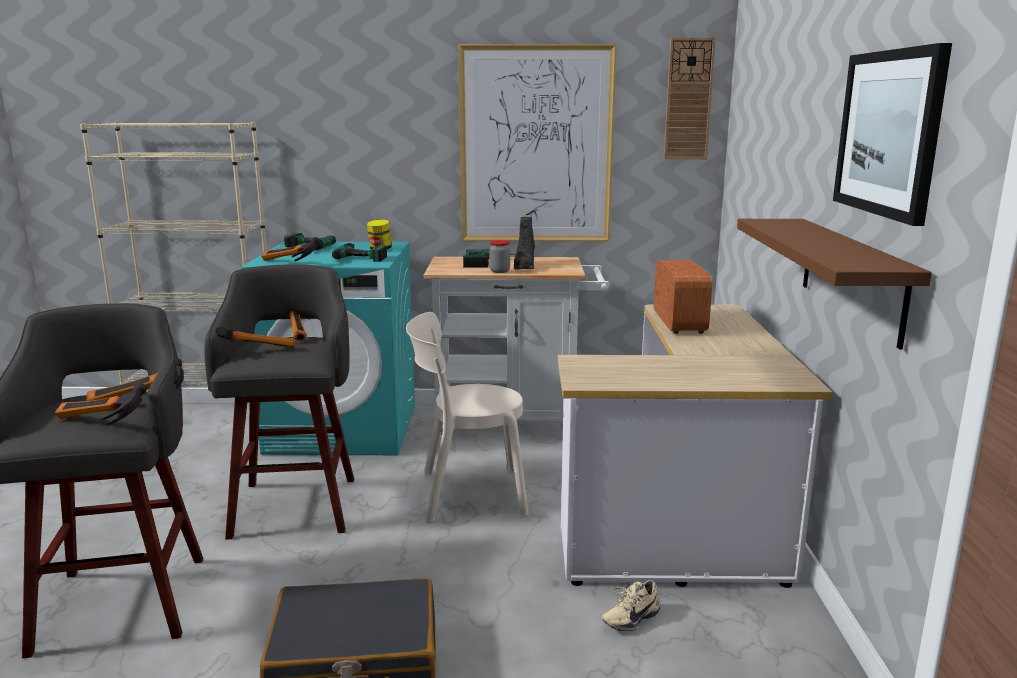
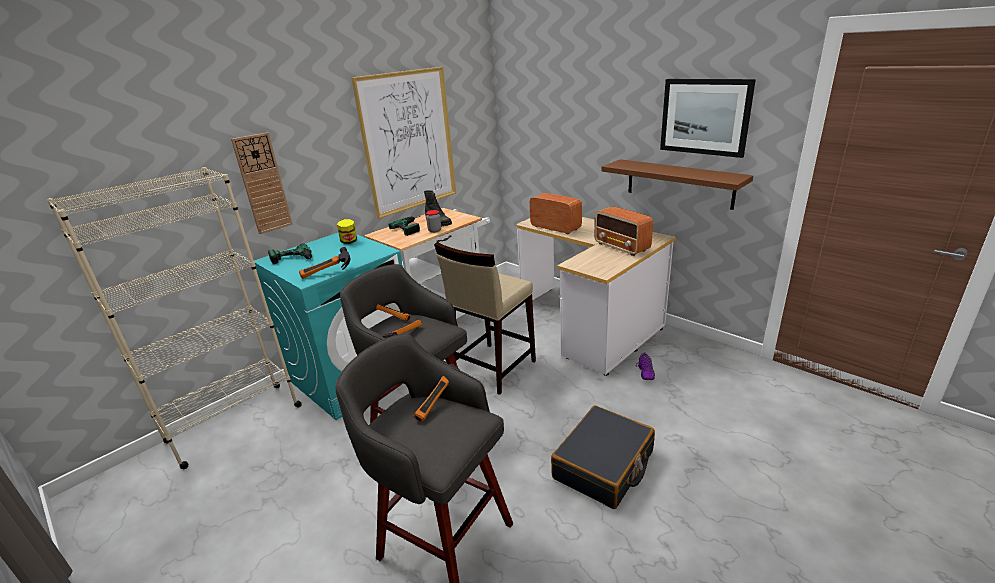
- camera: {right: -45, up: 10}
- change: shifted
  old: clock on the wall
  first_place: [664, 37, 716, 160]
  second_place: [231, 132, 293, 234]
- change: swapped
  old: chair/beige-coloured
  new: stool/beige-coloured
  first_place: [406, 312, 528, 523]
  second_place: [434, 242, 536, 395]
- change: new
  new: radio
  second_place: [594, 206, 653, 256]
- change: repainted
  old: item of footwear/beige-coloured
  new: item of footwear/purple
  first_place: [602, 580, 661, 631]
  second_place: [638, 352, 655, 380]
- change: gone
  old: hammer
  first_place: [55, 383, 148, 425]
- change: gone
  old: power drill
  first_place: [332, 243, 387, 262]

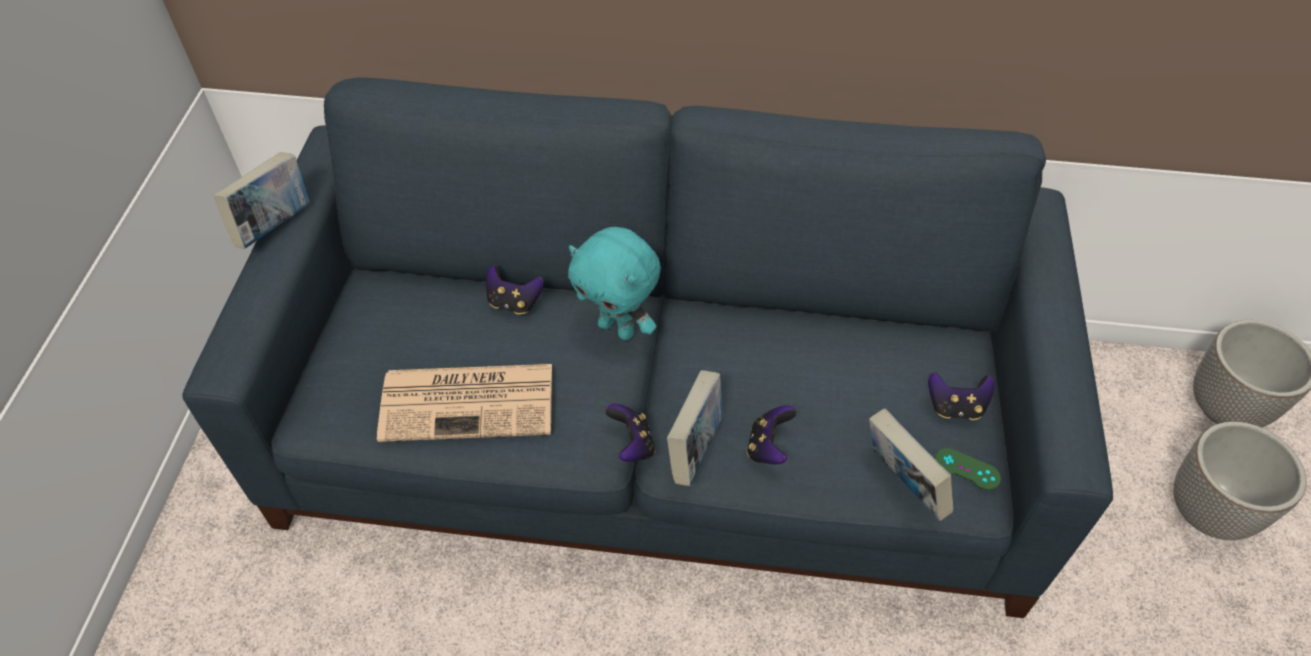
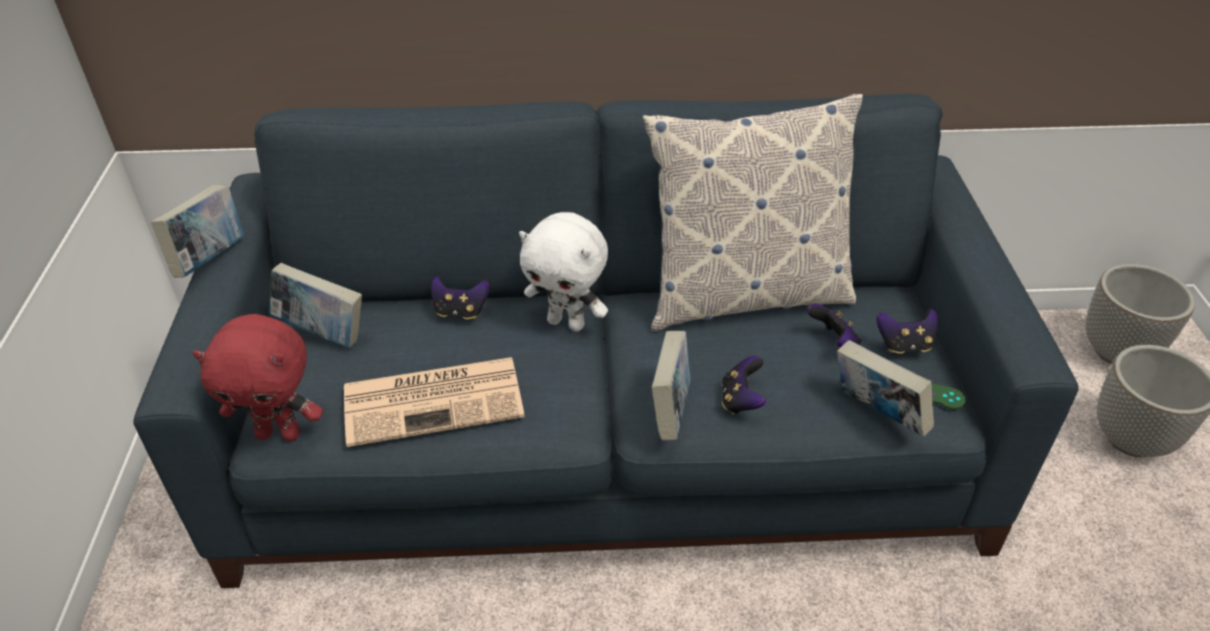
- camera: {right: -10, up: -10}
- change: new
  new: plush toy/red-coloured
  second_place: [193, 314, 323, 441]
- change: new
  new: book
  second_place: [270, 263, 362, 348]
- change: repainted
  old: plush toy/turquoise-coloured
  new: plush toy/whitish
  first_place: [568, 227, 661, 340]
  second_place: [519, 212, 608, 332]
- change: new
  new: pillow
  second_place: [643, 94, 863, 331]
- change: shifted
  old: game controller
  first_place: [605, 404, 656, 462]
  second_place: [807, 304, 861, 347]

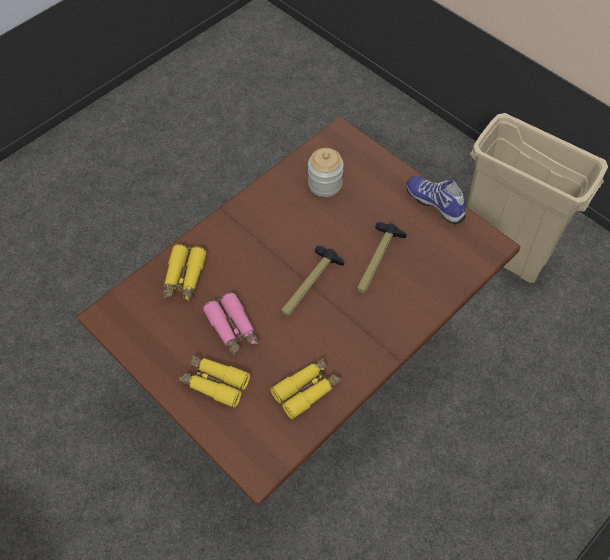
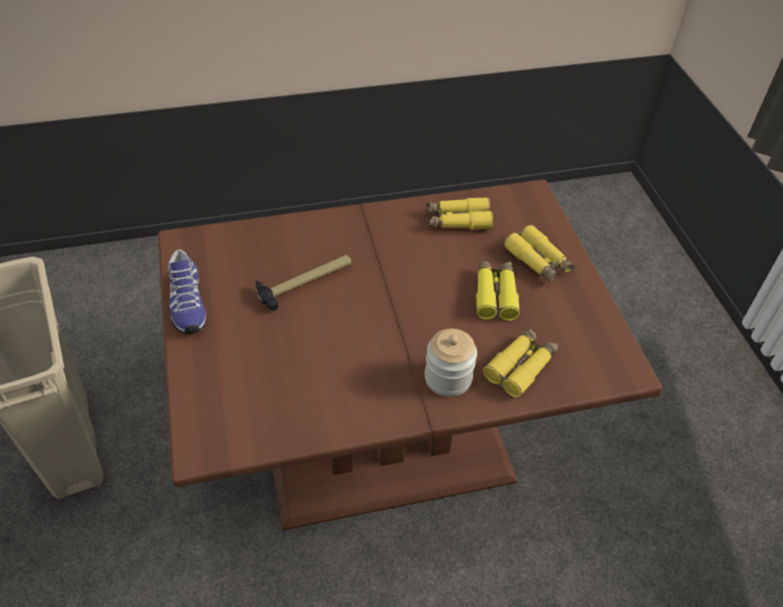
- camera: {right: -150, up: -10}
- change: shifted
  old: preserve jar
  first_place: [308, 148, 344, 197]
  second_place: [425, 329, 477, 397]
- change: repainted
  old: pair of binoculars/pink
  new: pair of binoculars/yellow
  first_place: [203, 292, 259, 356]
  second_place: [476, 260, 520, 321]
- change: gone
  old: hammer
  first_place: [280, 246, 344, 317]

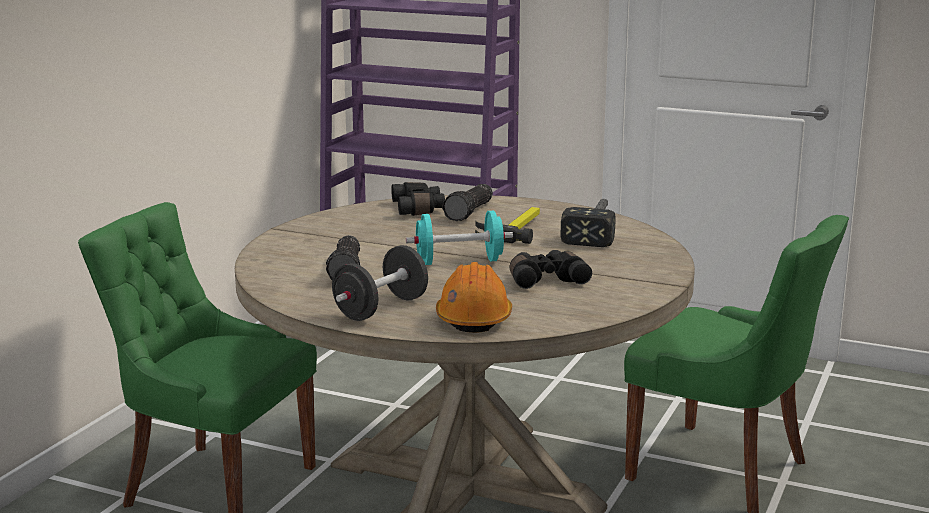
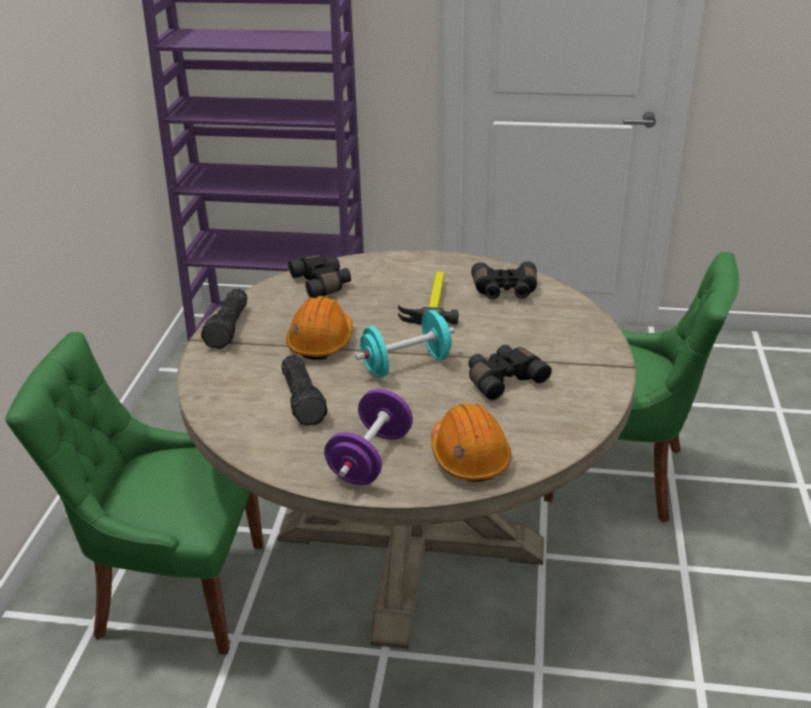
- camera: {right: -15, up: 15}
- change: shifted
  old: flashlight
  first_place: [442, 184, 493, 221]
  second_place: [201, 289, 247, 349]
- change: new
  new: safety helmet/orangey
  second_place: [286, 296, 353, 360]
- change: repainted
  old: free weight/black-coloured
  new: free weight/purple
  first_place: [332, 245, 428, 321]
  second_place: [324, 389, 413, 485]
- change: swapped
  old: hammer
  new: pair of binoculars/black-coloured
  first_place: [560, 199, 616, 247]
  second_place: [471, 262, 537, 299]

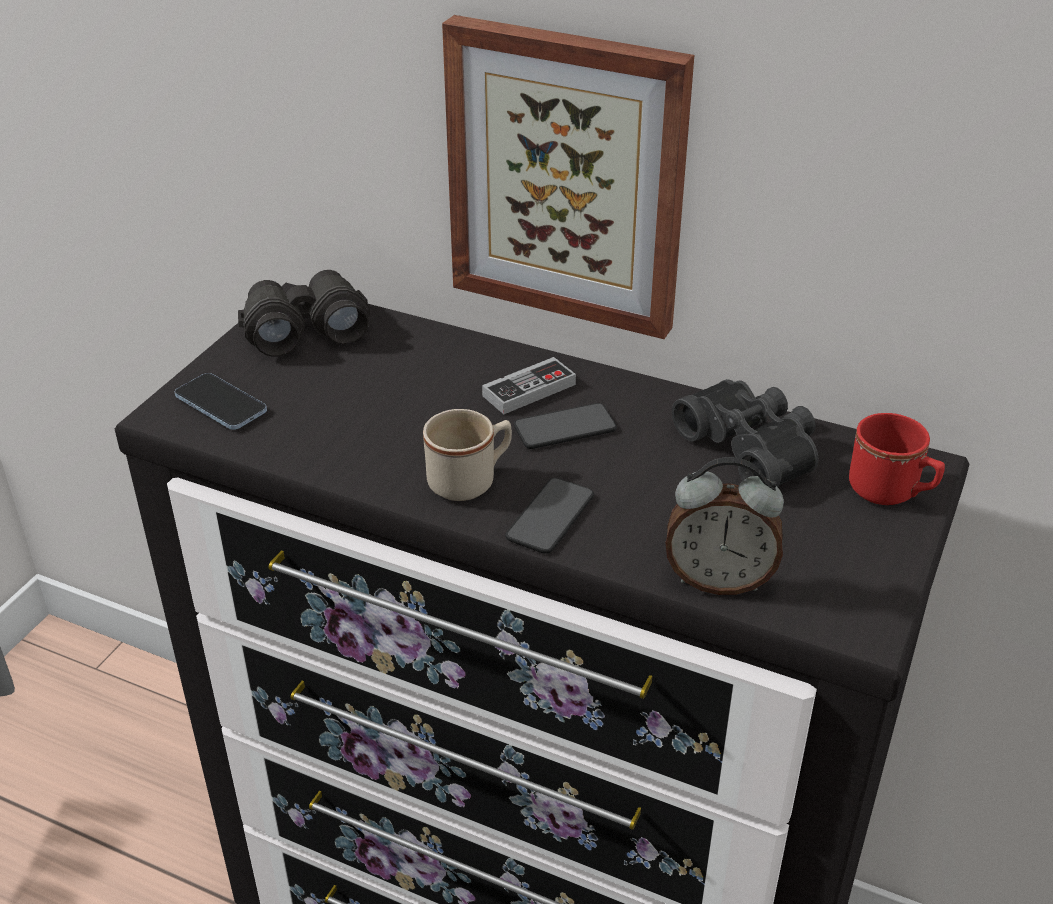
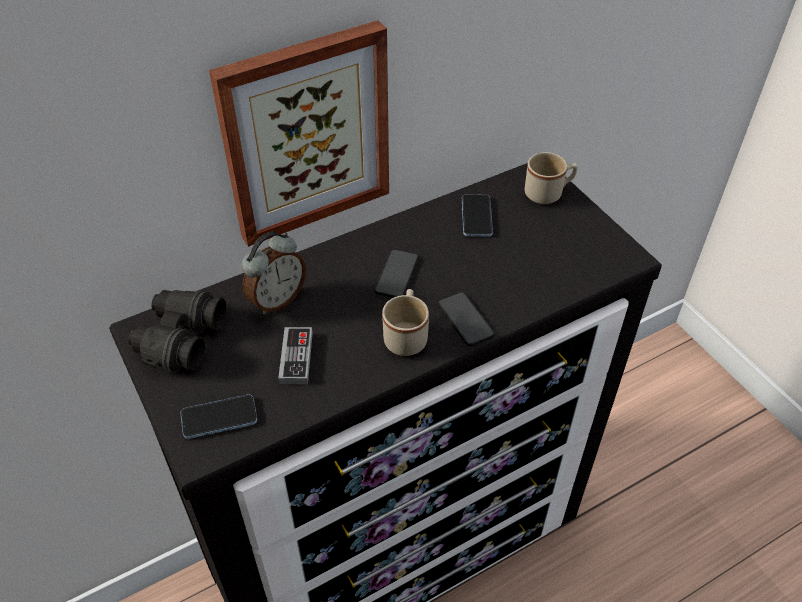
- camera: {right: -55, up: 10}
- change: shifted
  old: bedside clock
  first_place: [666, 457, 784, 595]
  second_place: [242, 232, 306, 314]
- change: shifted
  old: game controller
  first_place: [482, 357, 576, 414]
  second_place: [278, 327, 313, 384]
- change: swapped
  old: pair of binoculars/black-coloured
  new: handset
  first_place: [672, 379, 818, 487]
  second_place: [462, 194, 493, 237]
- change: repainted
  old: tea mug/red-coloured
  new: tea mug/beige-coloured
  first_place: [849, 413, 945, 505]
  second_place: [525, 152, 578, 204]

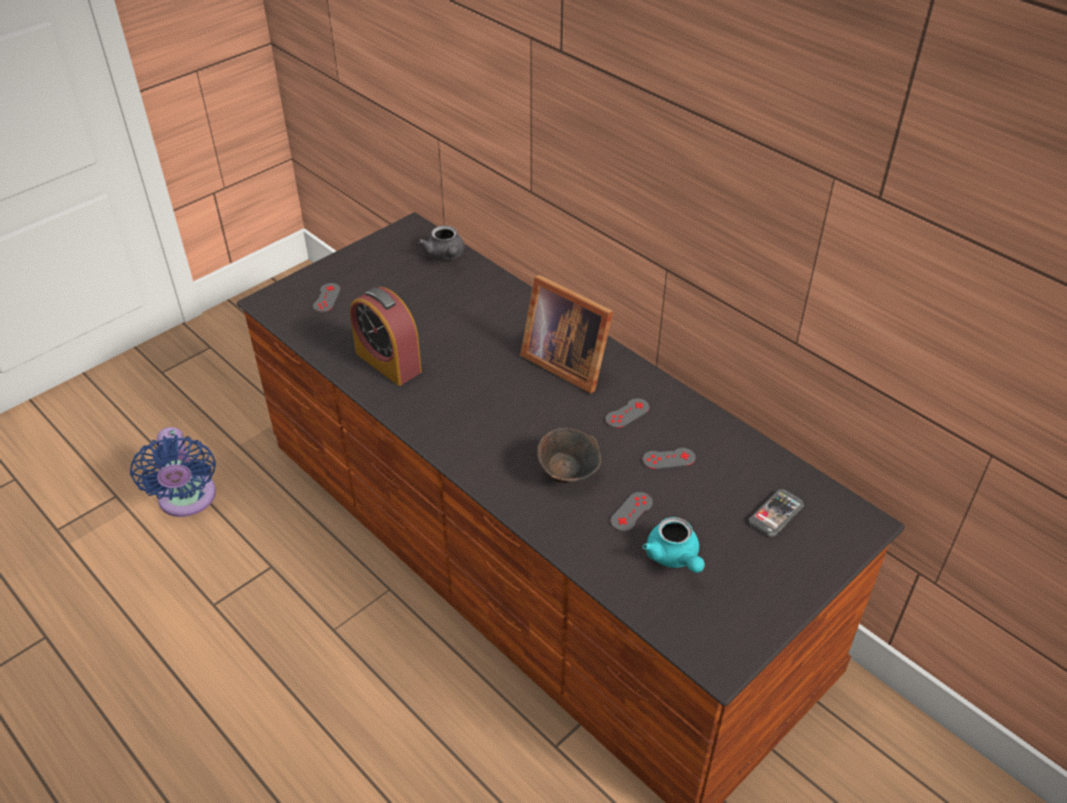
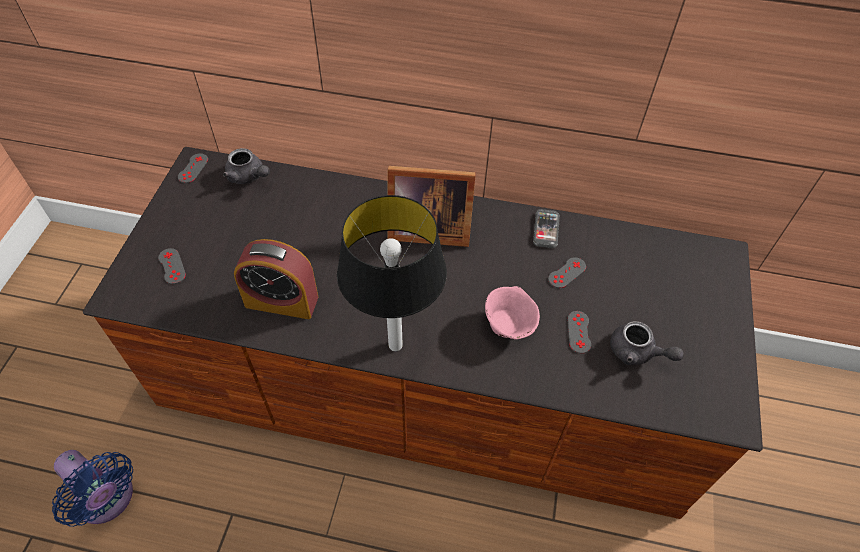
- camera: {right: -35, up: 10}
- change: shifted
  old: game controller/greyish
  first_place: [605, 398, 650, 428]
  second_place: [178, 153, 208, 183]
- change: new
  new: tabletop lamp
  second_place: [337, 195, 447, 352]
- change: repainted
  old: deep dish/brown-coloured
  new: deep dish/pink
  first_place: [537, 428, 601, 483]
  second_place: [485, 286, 540, 340]
- change: shifted
  old: handset
  first_place: [749, 489, 804, 537]
  second_place: [533, 209, 560, 248]
- change: repainted
  old: pot for tea/turquoise-coloured
  new: pot for tea/greyish
  first_place: [643, 517, 705, 573]
  second_place: [610, 321, 684, 365]

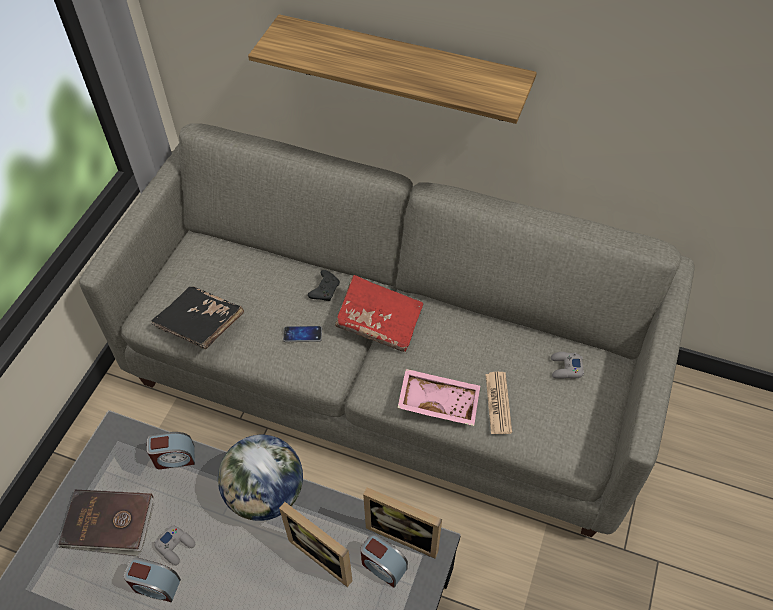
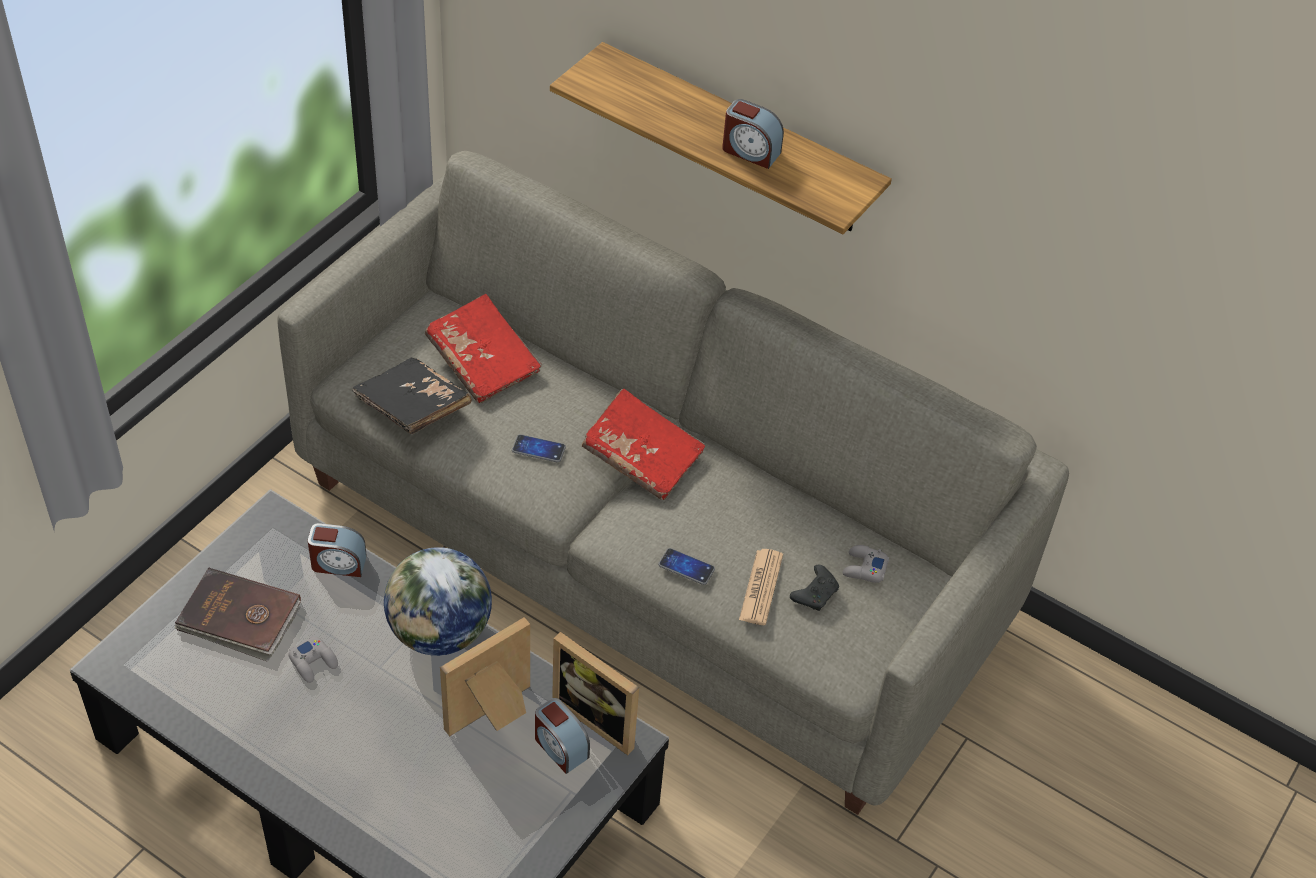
- camera: {right: 10, up: -5}
- change: new
  new: book/red-coloured
  second_place: [425, 294, 542, 404]
- change: rotated
  old: photo frame
  first_place: [279, 502, 353, 587]
  second_place: [440, 617, 530, 736]
  degrees: 90
- change: swapped
  old: serving tray/pink
  new: handset
  first_place: [397, 369, 480, 426]
  second_place: [658, 548, 715, 585]
- change: shifted
  old: bedside clock
  first_place: [124, 557, 181, 602]
  second_place: [722, 99, 784, 169]
- change: shifted
  old: game controller/black-coloured
  first_place: [308, 270, 340, 301]
  second_place: [790, 565, 839, 611]

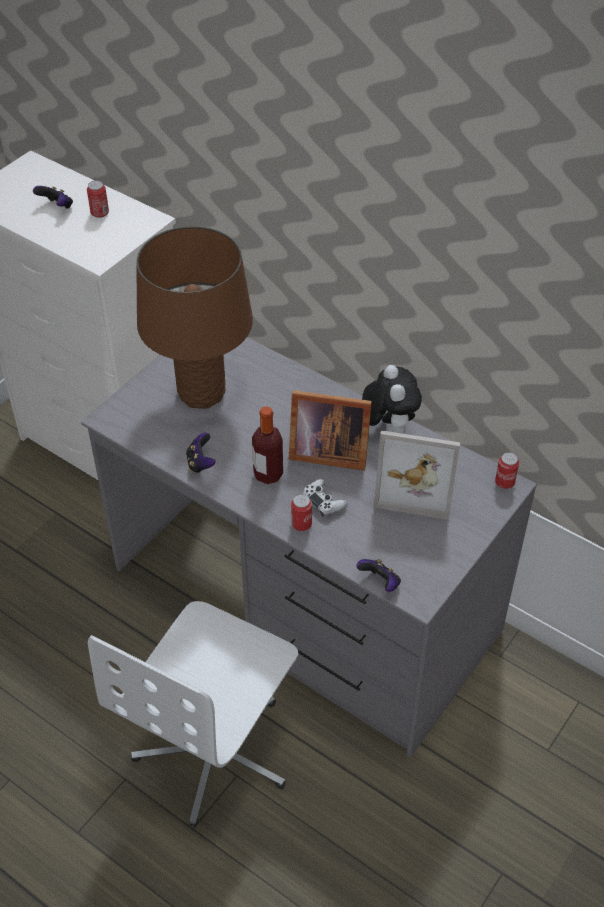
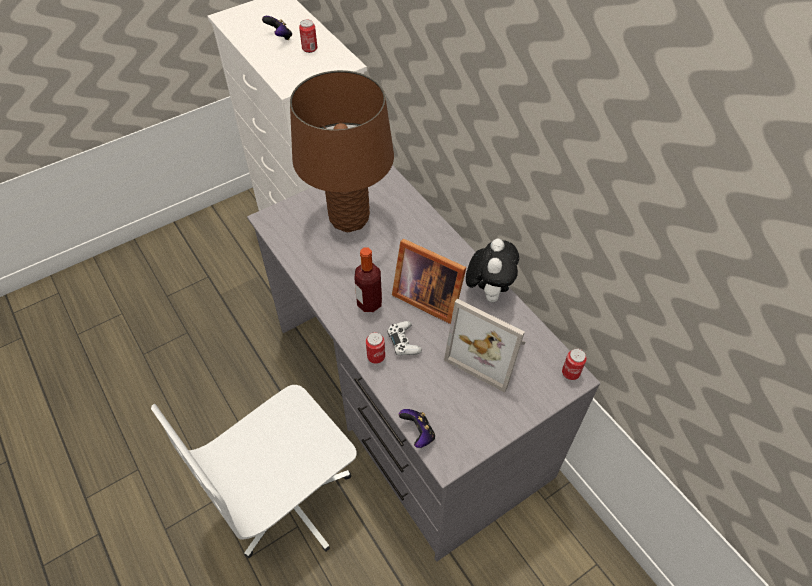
- camera: {right: 20, up: 5}
- change: gone
  old: game controller
  first_place: [186, 433, 216, 474]

